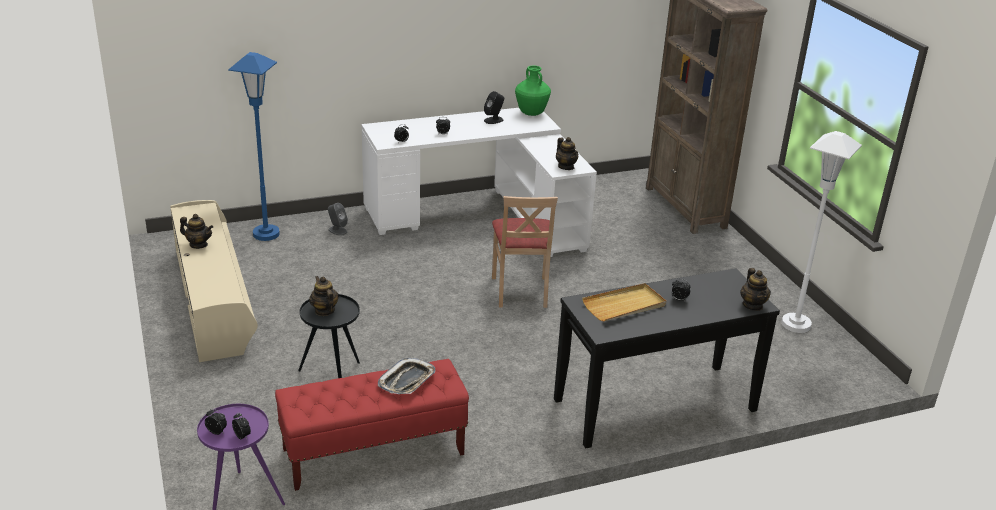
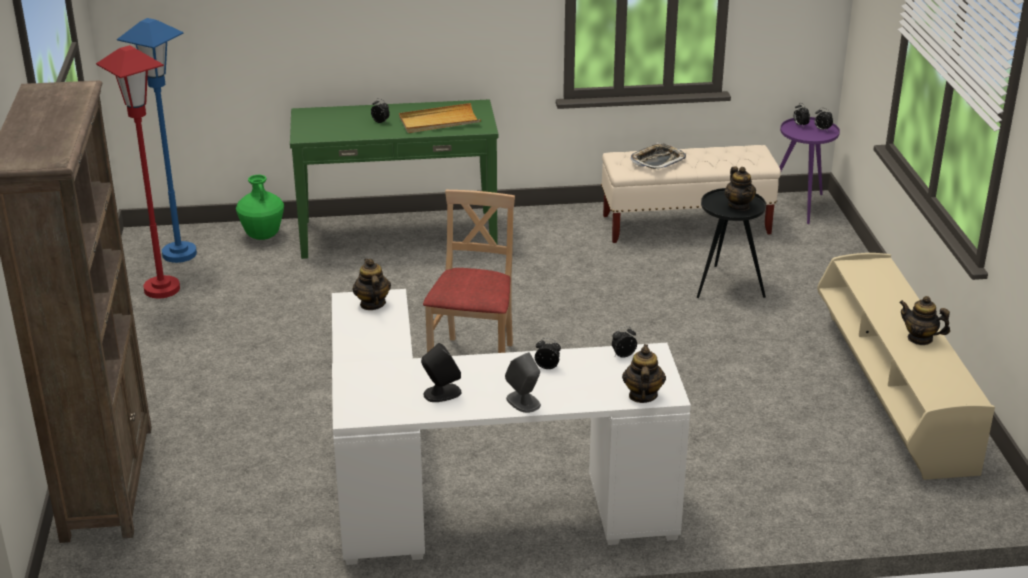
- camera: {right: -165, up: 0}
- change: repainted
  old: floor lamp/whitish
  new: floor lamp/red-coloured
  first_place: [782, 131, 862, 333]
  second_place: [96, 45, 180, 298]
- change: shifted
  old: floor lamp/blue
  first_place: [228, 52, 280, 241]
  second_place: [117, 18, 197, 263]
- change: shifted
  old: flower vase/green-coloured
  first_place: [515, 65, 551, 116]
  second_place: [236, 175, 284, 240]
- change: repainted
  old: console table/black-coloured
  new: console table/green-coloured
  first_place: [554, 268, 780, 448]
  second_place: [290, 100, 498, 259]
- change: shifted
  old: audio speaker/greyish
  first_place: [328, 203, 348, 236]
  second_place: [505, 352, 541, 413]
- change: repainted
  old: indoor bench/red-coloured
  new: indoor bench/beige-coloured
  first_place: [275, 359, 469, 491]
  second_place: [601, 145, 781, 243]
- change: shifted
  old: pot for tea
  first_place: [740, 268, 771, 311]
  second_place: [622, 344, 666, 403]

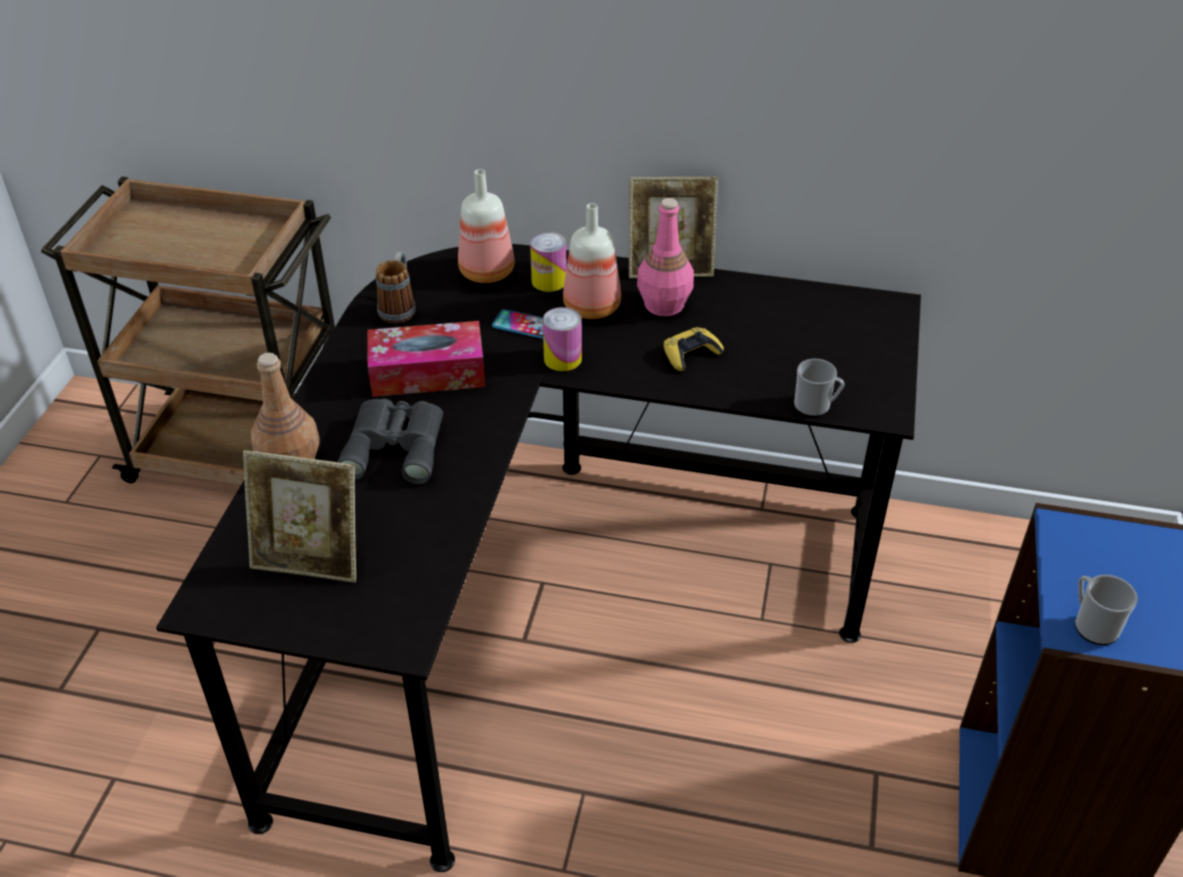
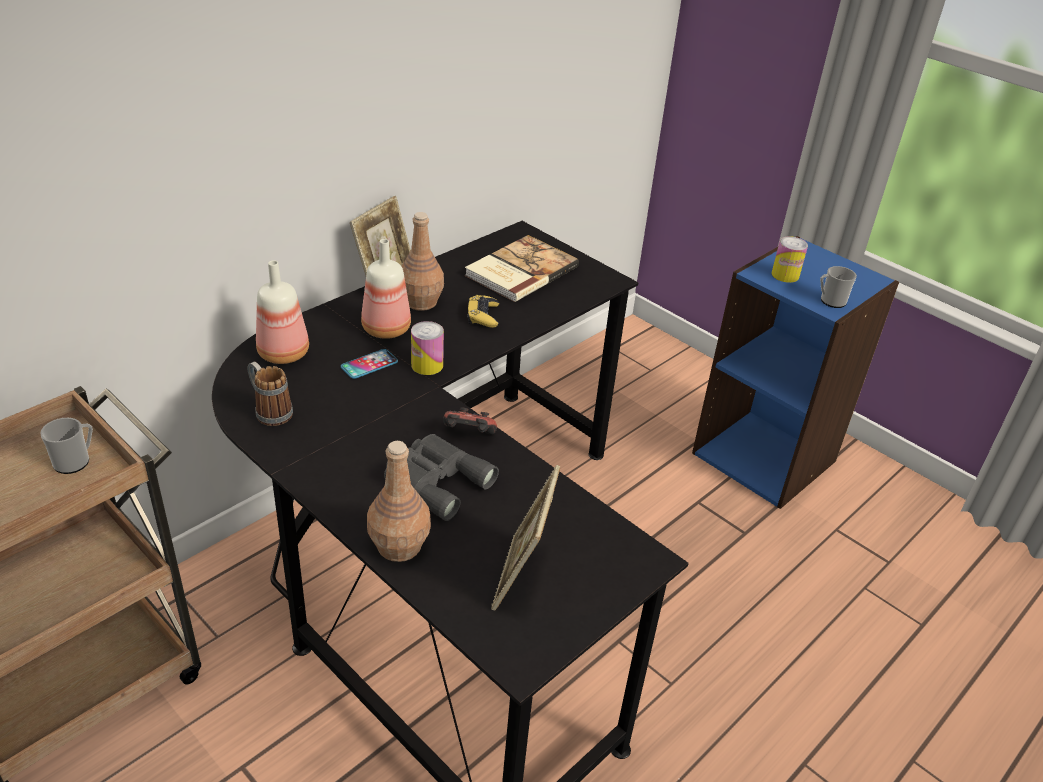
- camera: {right: -60, up: -5}
- change: shifted
  old: tea mug
  first_place: [794, 359, 845, 417]
  second_place: [40, 418, 93, 474]
- change: repainted
  old: beverage bottle/pink
  new: beverage bottle/brown-coloured
  first_place: [637, 198, 694, 316]
  second_place: [402, 212, 444, 311]
- change: new
  new: game controller
  second_place: [443, 407, 497, 434]
- change: new
  new: book
  second_place: [465, 235, 579, 302]
- change: rotated
  old: photo frame
  first_place: [243, 450, 356, 582]
  second_place: [491, 465, 560, 610]
  degrees: 150
- change: shifted
  old: sealed can
  first_place: [530, 232, 567, 292]
  second_place: [772, 236, 808, 283]
- change: gone
  old: tissue holder
  first_place: [367, 321, 485, 397]

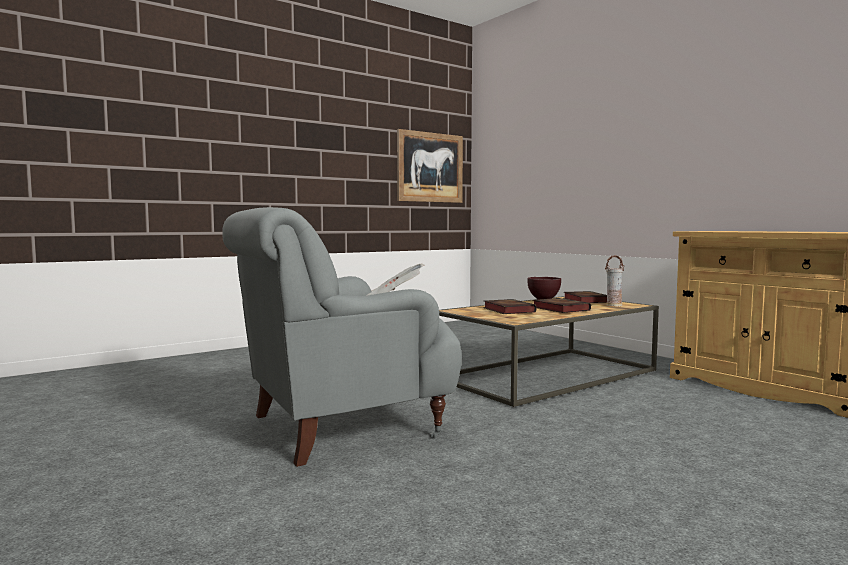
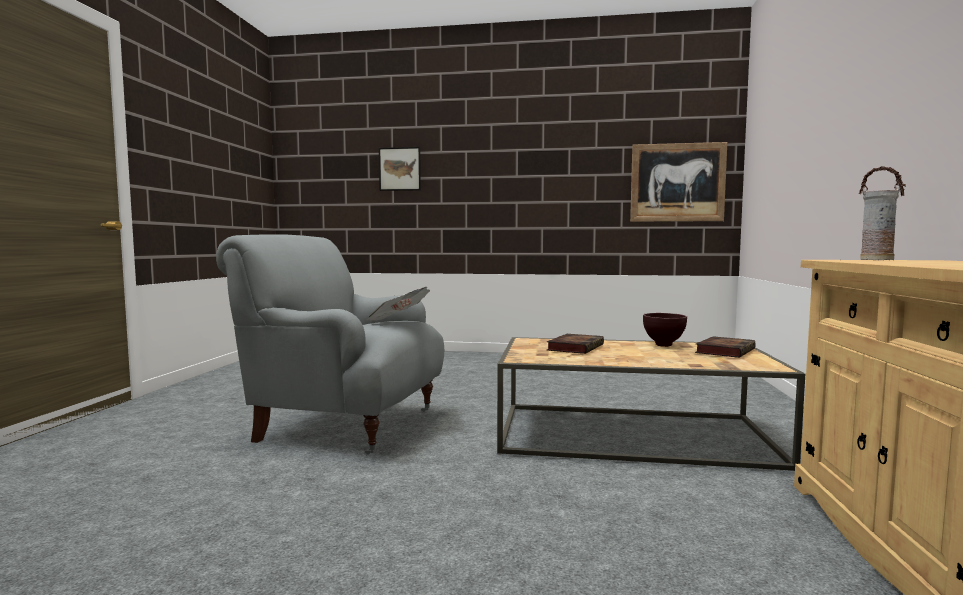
- camera: {right: 45, up: 0}
- change: new
  new: picture
  second_place: [379, 147, 421, 191]
- change: shifted
  old: flower vase
  first_place: [605, 255, 625, 306]
  second_place: [859, 166, 906, 260]
- change: gone
  old: book
  first_place: [532, 298, 591, 313]

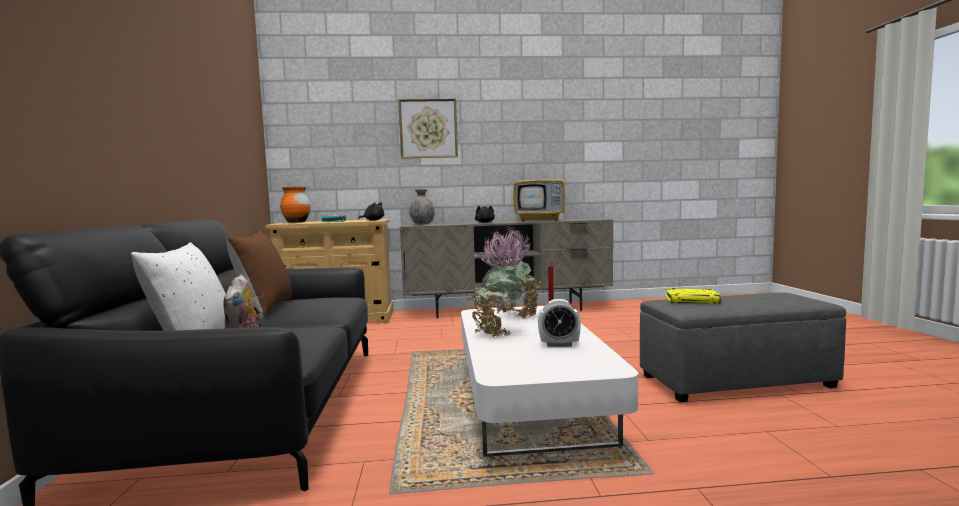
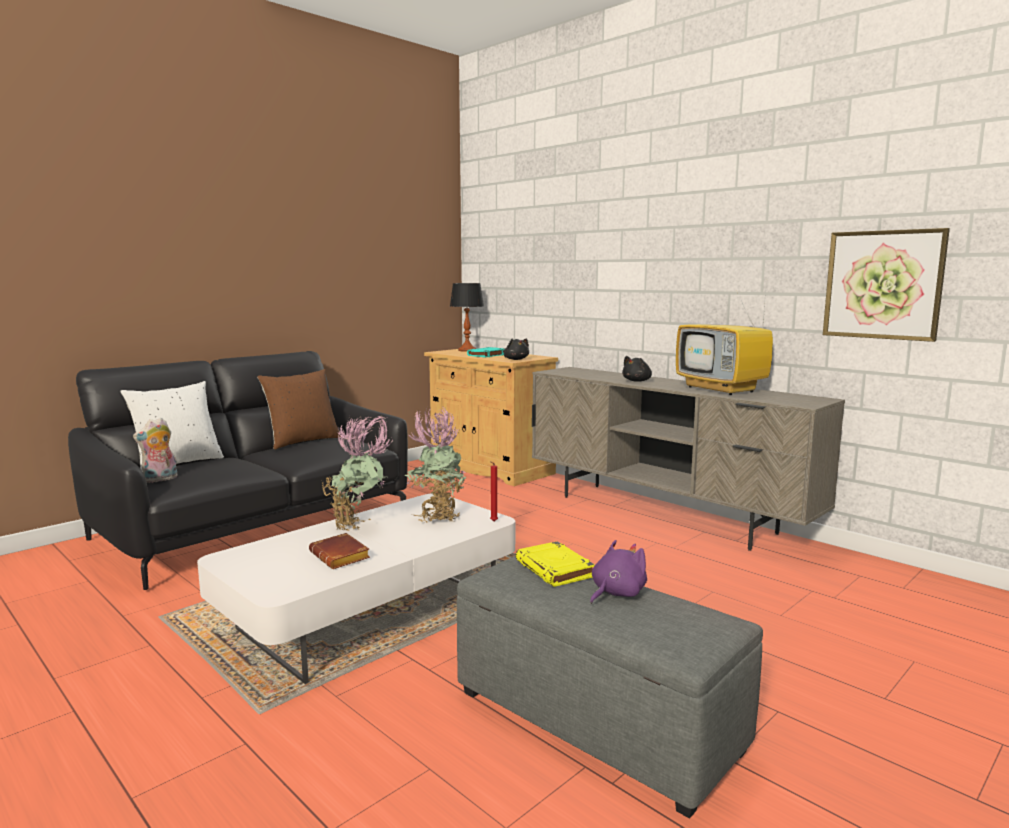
- camera: {right: 50, up: 5}
- change: swapped
  old: bedside clock
  new: book/brown-coloured
  first_place: [538, 299, 581, 347]
  second_place: [309, 533, 370, 569]
- change: swapped
  old: flower vase/orangey
  new: tabletop lamp
  first_place: [280, 186, 311, 223]
  second_place: [450, 283, 484, 352]
- change: new
  new: plush toy/purple
  second_place: [590, 540, 647, 604]
- change: shifted
  old: picture
  first_place: [398, 99, 458, 159]
  second_place: [823, 228, 950, 342]
- change: gone
  old: flower vase/greyish
  first_place: [410, 189, 435, 224]

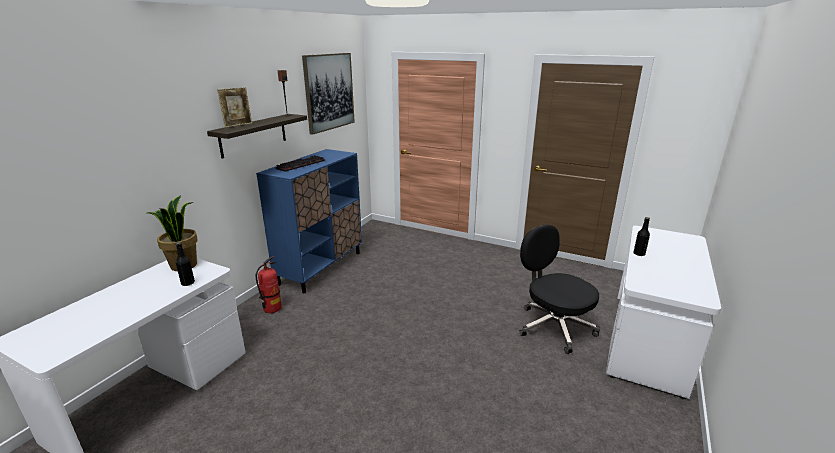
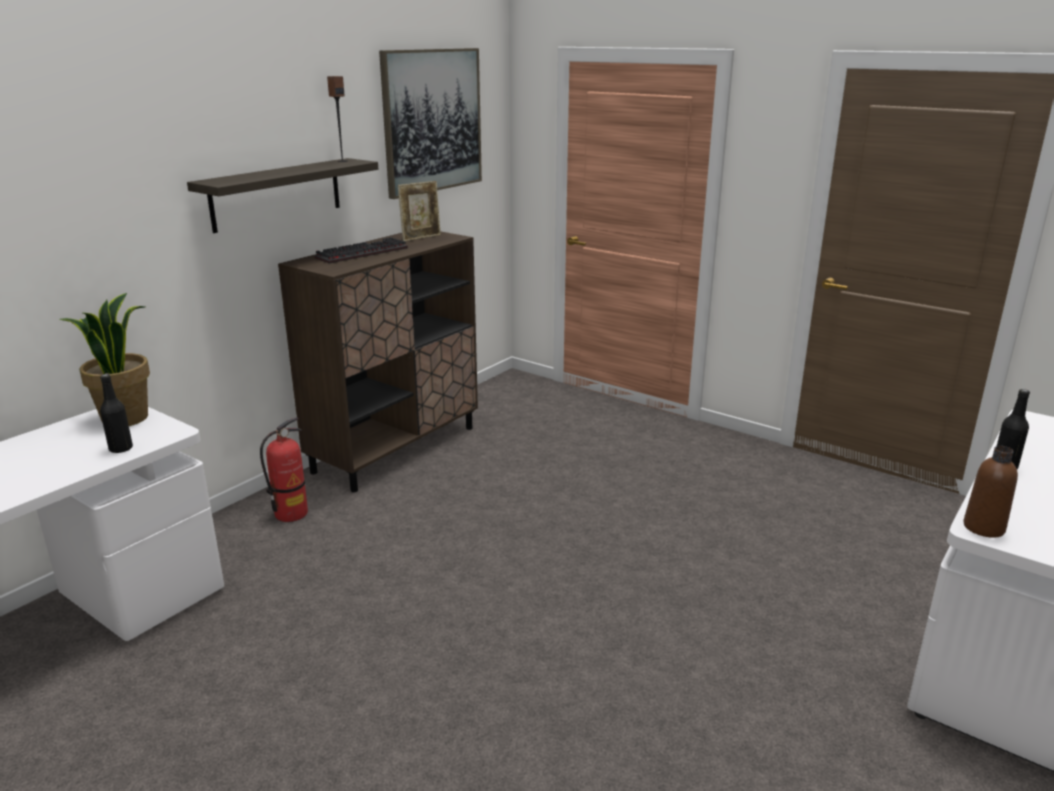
- camera: {right: 10, up: 0}
- change: repainted
  old: storage cabinet/blue
  new: storage cabinet/brown-coloured
  first_place: [256, 149, 362, 293]
  second_place: [278, 232, 478, 492]
- change: shifted
  old: photo frame
  first_place: [217, 87, 252, 128]
  second_place: [398, 181, 441, 241]
- change: new
  new: beverage bottle/brown-coloured
  second_place: [963, 446, 1018, 538]
- change: gone
  old: computer chair/black-coloured
  first_place: [520, 224, 600, 354]

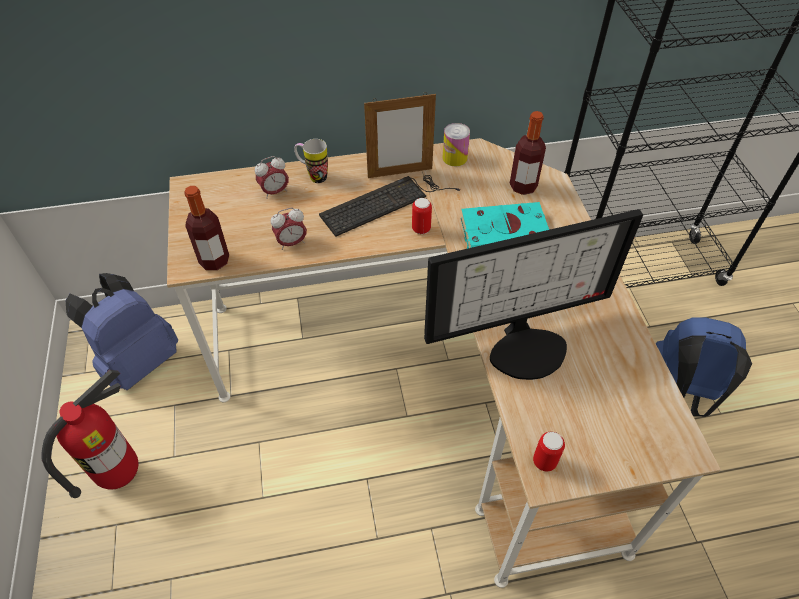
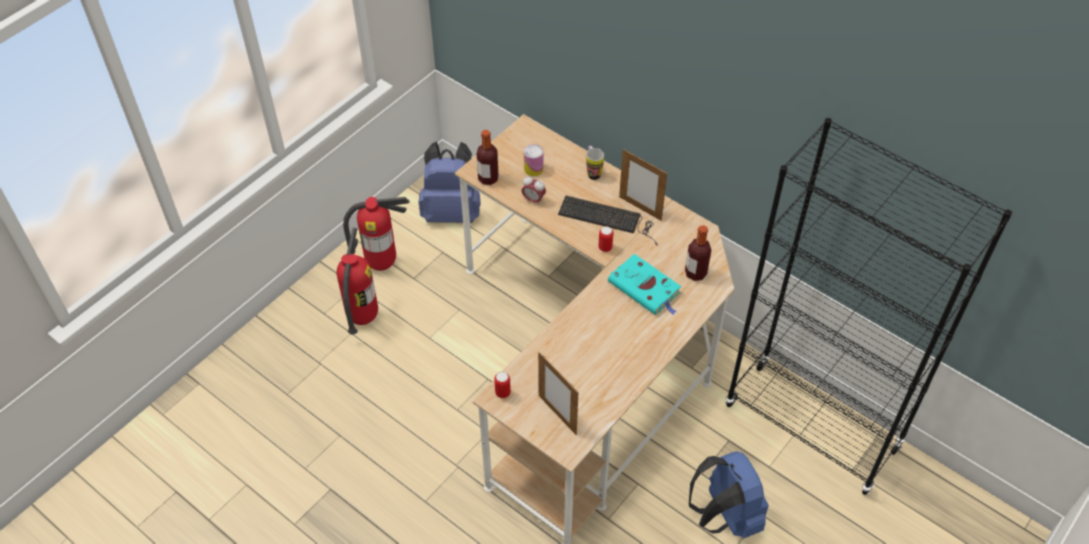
- camera: {right: 50, up: 0}
- change: new
  new: extinguisher
  second_place: [336, 228, 378, 334]
- change: shifted
  old: sealed can
  first_place: [443, 123, 470, 166]
  second_place: [524, 144, 543, 176]
- change: new
  new: photo frame
  second_place: [538, 352, 578, 435]
- change: gone
  old: bedside clock
  first_place: [255, 156, 289, 199]
- change: gone
  old: computer screen
  first_place: [424, 209, 643, 380]

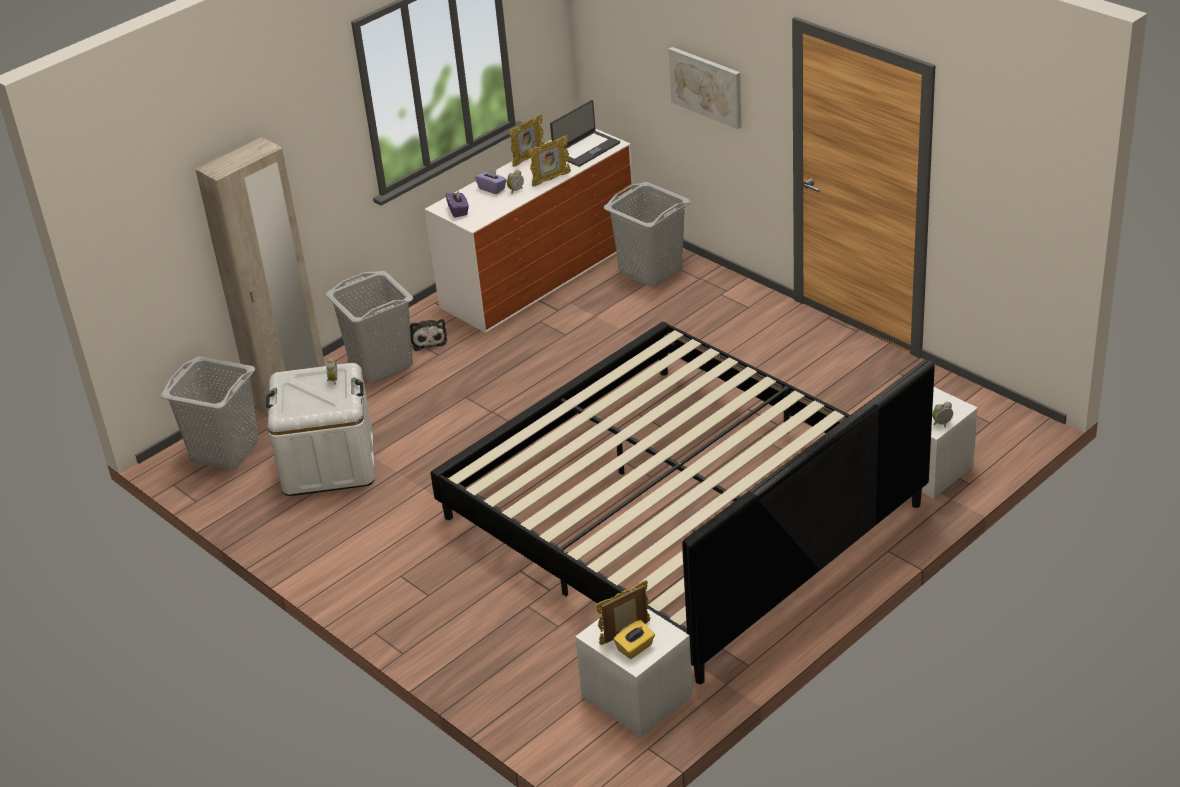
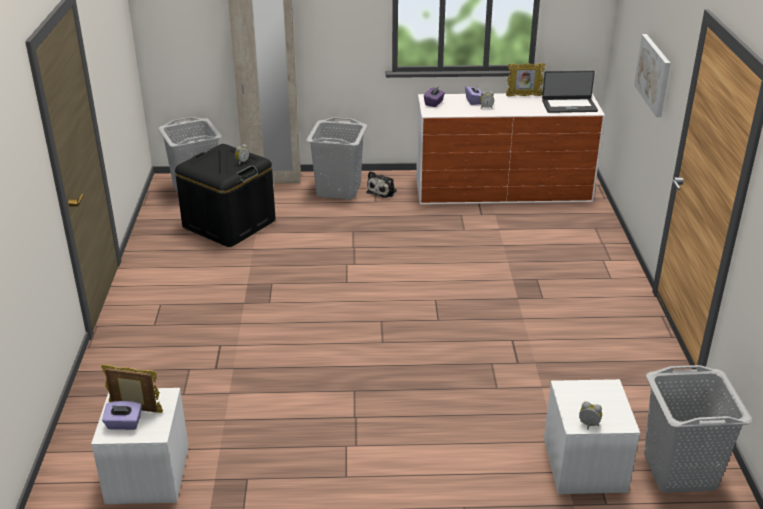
- camera: {right: 40, up: -5}
- change: repainted
  old: tissue holder/yellow
  new: tissue holder/purple
  first_place: [614, 620, 655, 659]
  second_place: [102, 401, 142, 430]
- change: repainted
  old: storage container/whitish
  new: storage container/black-coloured
  first_place: [266, 363, 375, 496]
  second_place: [175, 144, 276, 247]
- change: shifted
  old: washing basket/greyish
  first_place: [604, 182, 690, 287]
  second_place: [644, 365, 752, 493]
- change: gone
  old: sleeping bed
  first_place: [430, 322, 935, 684]
- change: gone
  old: photo frame
  first_place: [528, 135, 571, 187]

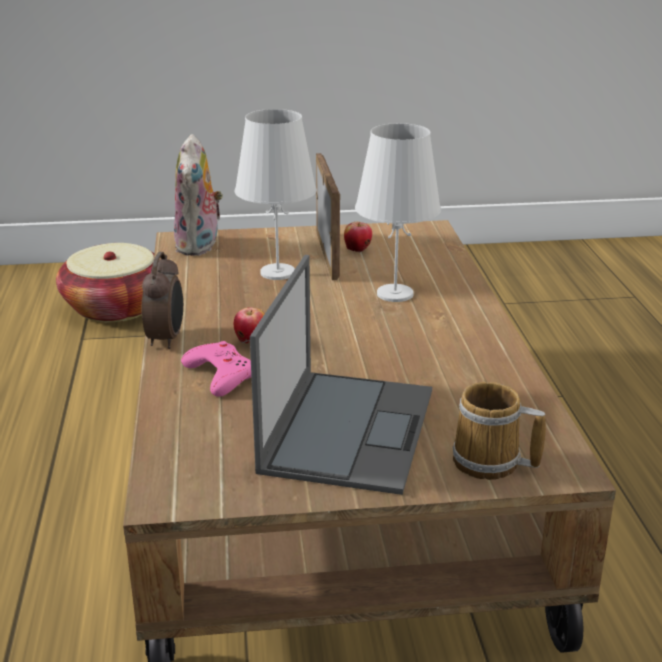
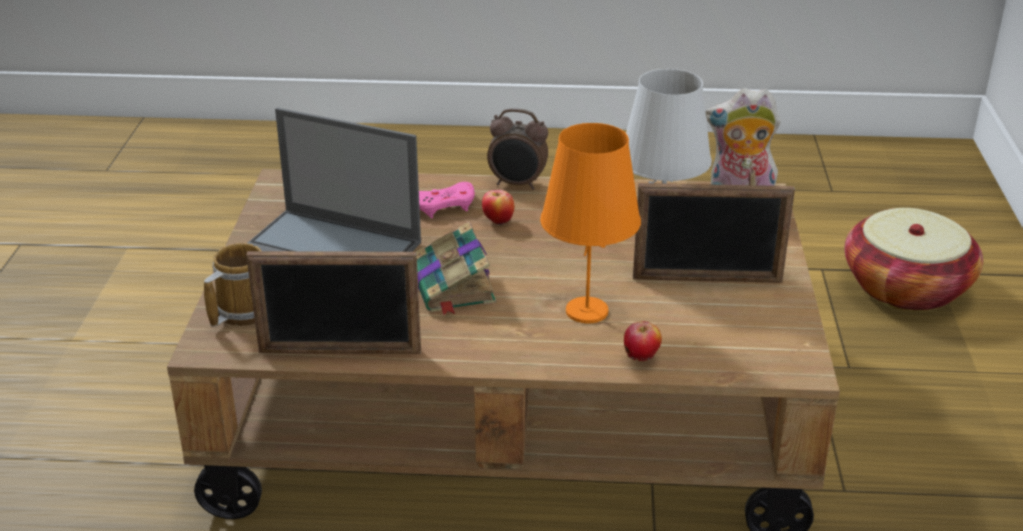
- camera: {right: 100, up: 5}
- change: new
  new: photo frame
  second_place: [246, 251, 421, 354]
- change: new
  new: book
  second_place: [416, 222, 496, 315]
- change: repainted
  old: tabletop lamp/whitish
  new: tabletop lamp/orangey
  first_place: [355, 123, 441, 302]
  second_place: [540, 123, 641, 323]
- change: shifted
  old: apple fruit
  first_place: [344, 222, 372, 252]
  second_place: [624, 321, 662, 361]

